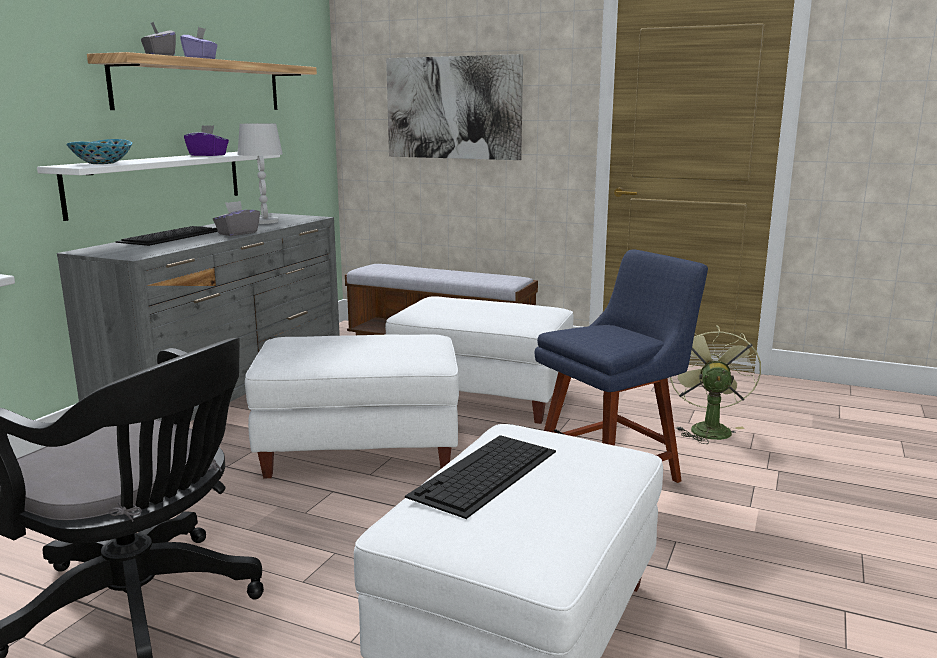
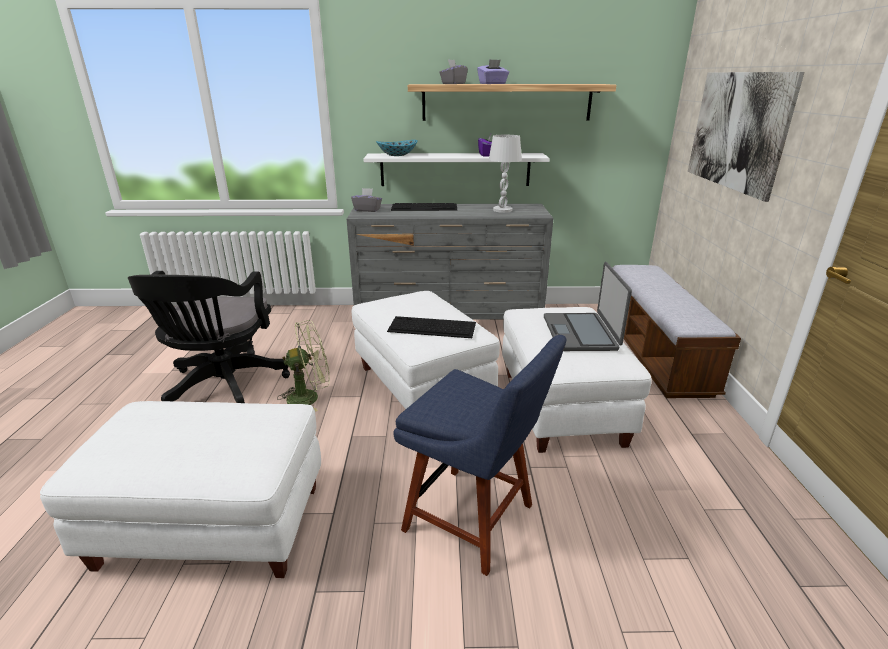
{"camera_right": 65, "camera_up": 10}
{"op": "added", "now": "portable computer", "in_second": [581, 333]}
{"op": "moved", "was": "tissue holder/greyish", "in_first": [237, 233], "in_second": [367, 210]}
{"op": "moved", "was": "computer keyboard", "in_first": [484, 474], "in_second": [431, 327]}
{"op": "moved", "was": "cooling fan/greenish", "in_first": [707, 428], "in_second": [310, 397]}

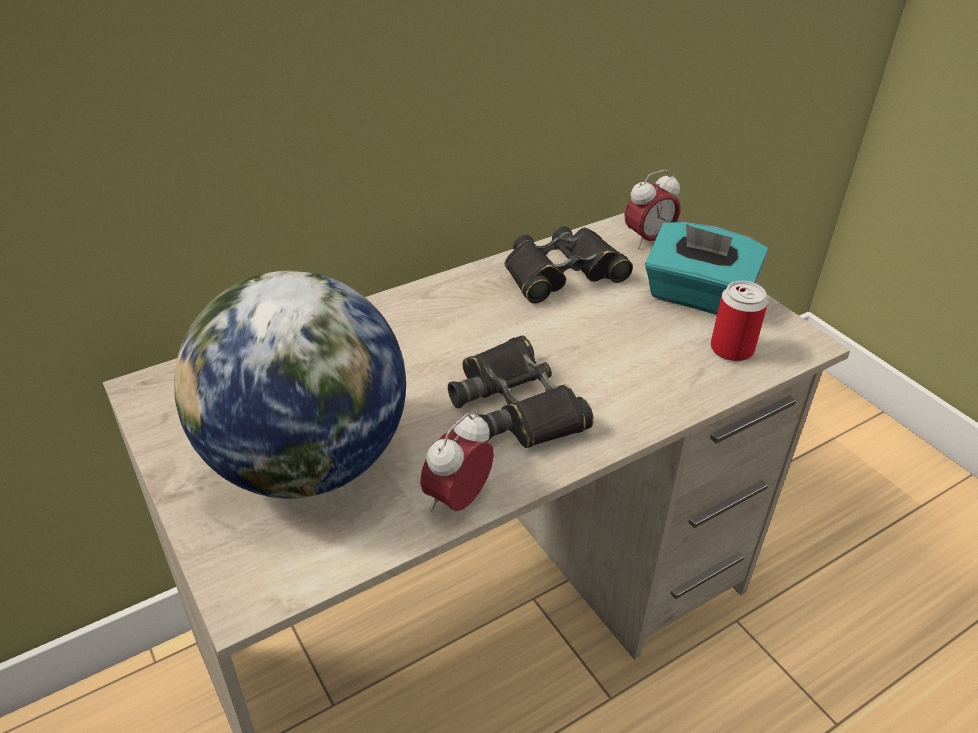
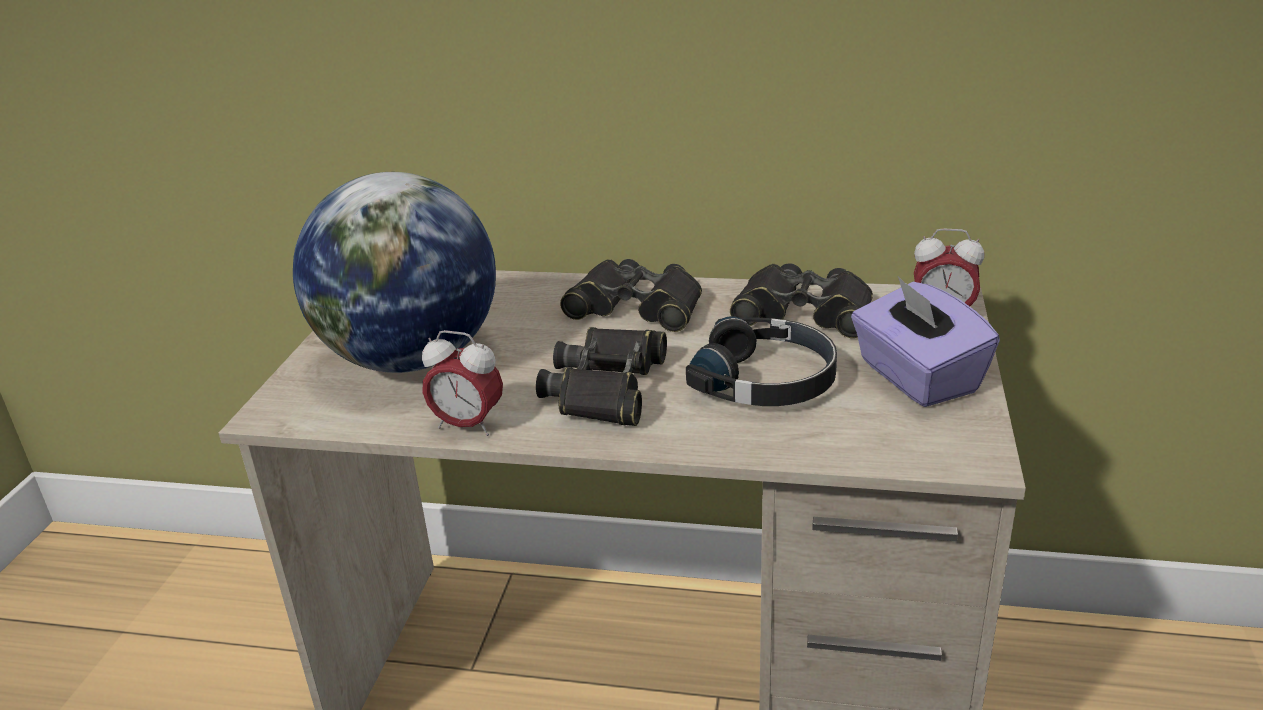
{"camera_right": 45, "camera_up": -10}
{"op": "removed", "was": "can", "in_first": [731, 349]}
{"op": "added", "now": "pair of binoculars/black-coloured", "in_second": [636, 307]}
{"op": "added", "now": "headphones/black-coloured", "in_second": [766, 381]}
{"op": "recoloured", "was": "tissue holder/turquoise-coloured", "now": "tissue holder/purplish", "in_first": [697, 296], "in_second": [916, 377]}
{"op": "turned", "was": "alarm clock", "in_first": [457, 500], "in_second": [468, 425], "clockwise": -150}

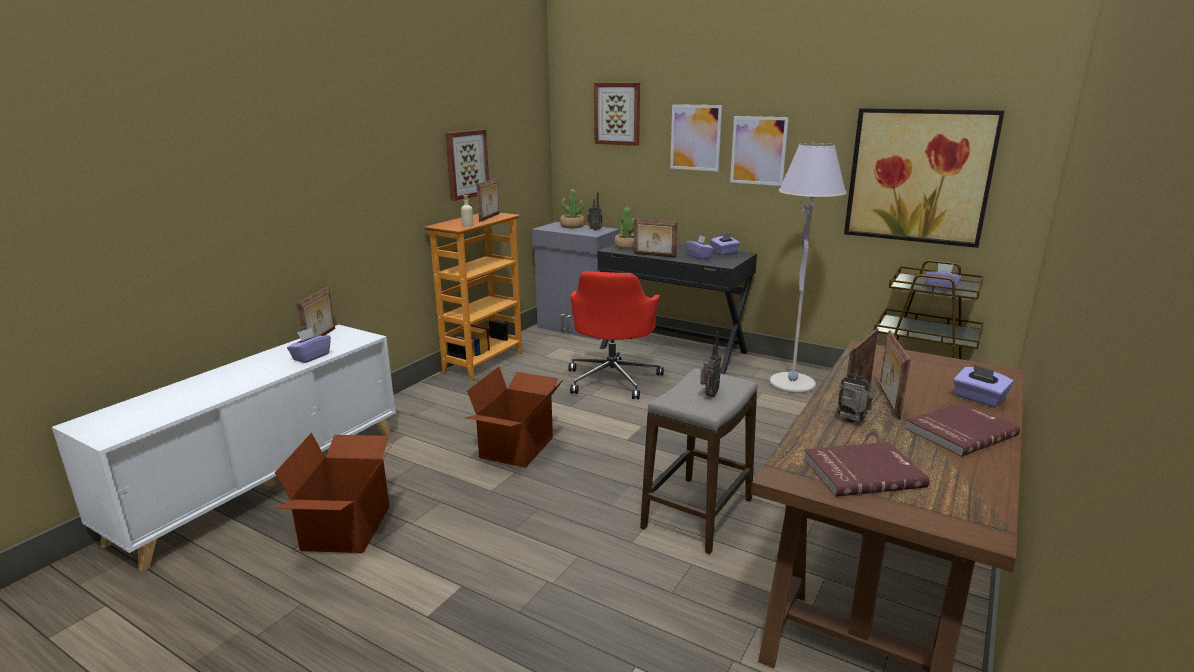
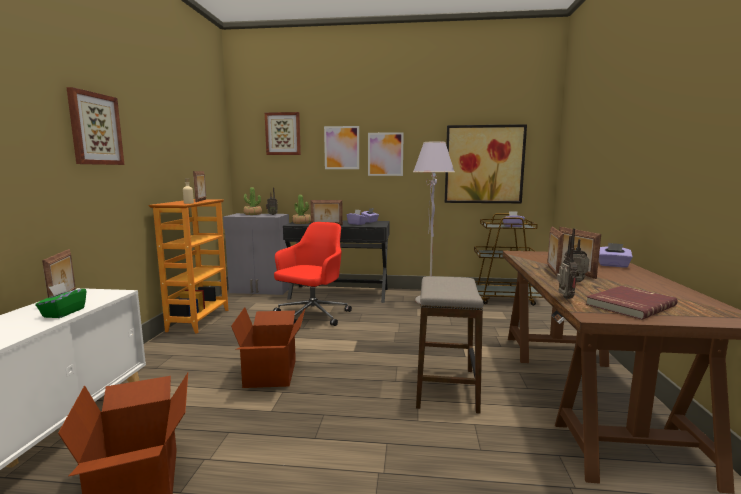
{"camera_right": -25, "camera_up": -10}
{"op": "removed", "was": "book/reddish", "in_first": [959, 431]}
{"op": "moved", "was": "picture", "in_first": [466, 164], "in_second": [95, 129]}
{"op": "moved", "was": "radio", "in_first": [708, 395], "in_second": [564, 298]}
{"op": "recoloured", "was": "tissue holder/purplish", "now": "tissue holder/greenish", "in_first": [311, 357], "in_second": [63, 313]}
{"op": "turned", "was": "desk chair/reddish", "in_first": [613, 379], "in_second": [312, 315], "clockwise": -135}

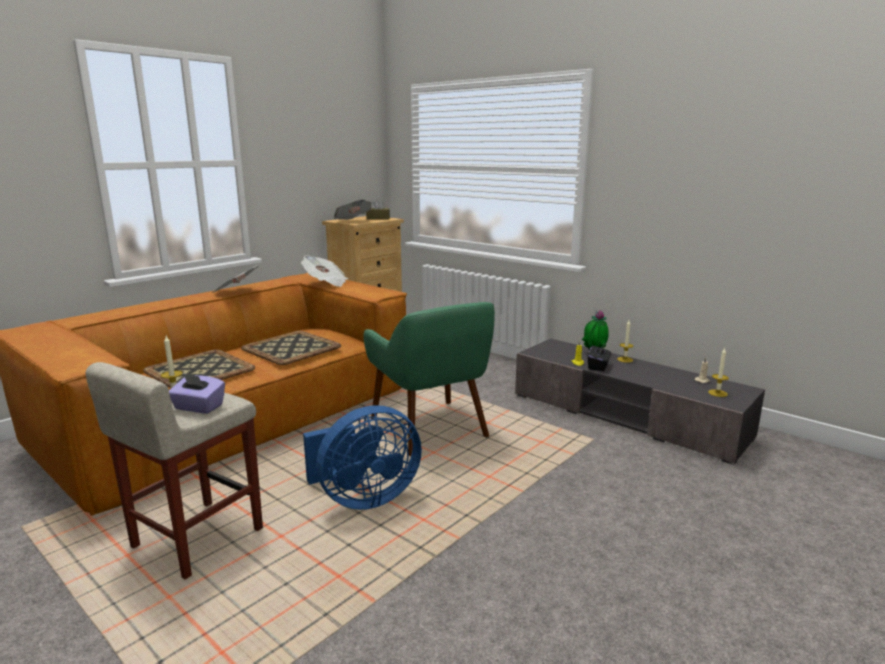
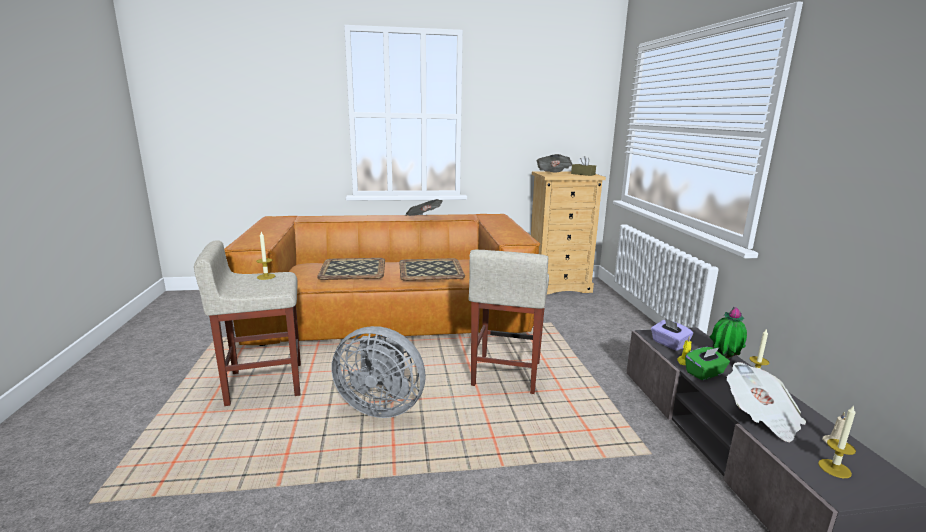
{"camera_right": 40, "camera_up": 0}
{"op": "moved", "was": "tissue holder/purplish", "in_first": [198, 407], "in_second": [669, 344]}
{"op": "moved", "was": "daily paper", "in_first": [325, 283], "in_second": [761, 418]}
{"op": "replaced", "was": "armchair/greenish", "now": "stool/beige-coloured", "in_first": [430, 428], "in_second": [506, 374]}
{"op": "recoloured", "was": "cooling fan/blue-coloured", "now": "cooling fan/greyish", "in_first": [363, 498], "in_second": [381, 406]}
{"op": "recoloured", "was": "tissue holder/black-coloured", "now": "tissue holder/greenish", "in_first": [598, 366], "in_second": [705, 373]}

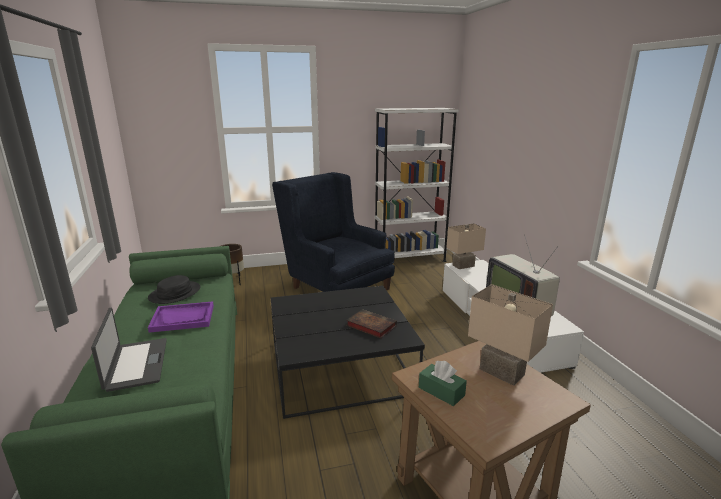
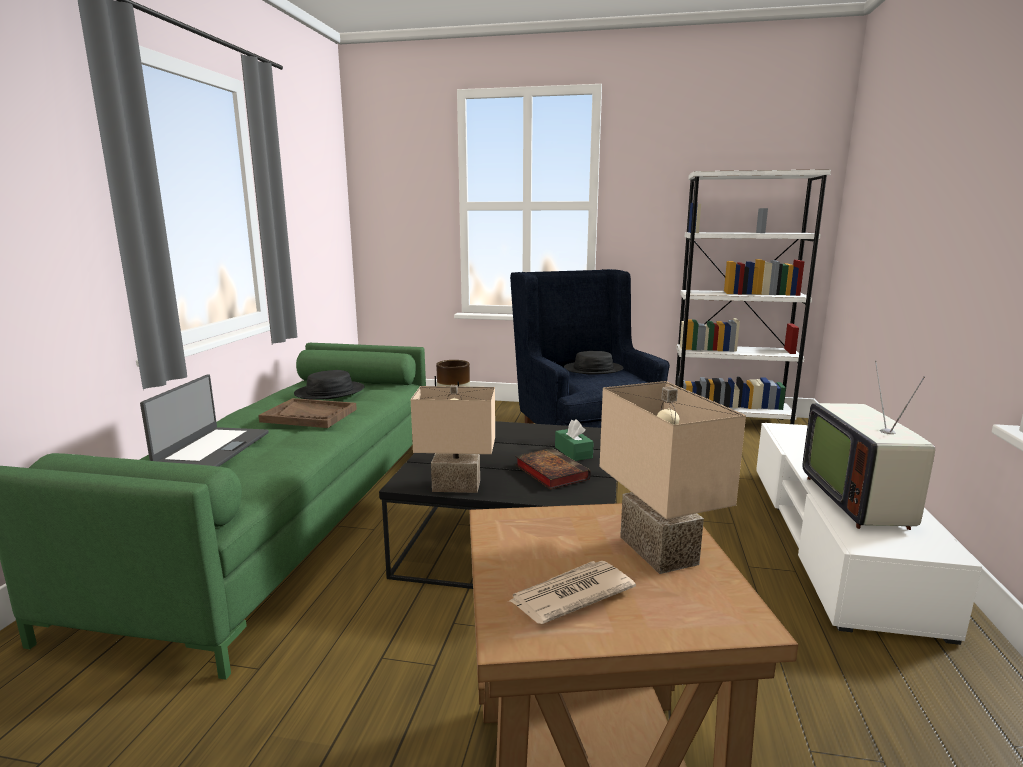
{"camera_right": 25, "camera_up": -5}
{"op": "added", "now": "daily paper", "in_second": [570, 595]}
{"op": "added", "now": "wearable hat/black-coloured", "in_second": [593, 369]}
{"op": "moved", "was": "tissue holder/greenish", "in_first": [441, 391], "in_second": [573, 452]}
{"op": "moved", "was": "tabletop lamp/beige-coloured", "in_first": [463, 266], "in_second": [455, 487]}
{"op": "recoloured", "was": "tray/purplish", "now": "tray/brown", "in_first": [183, 318], "in_second": [309, 415]}

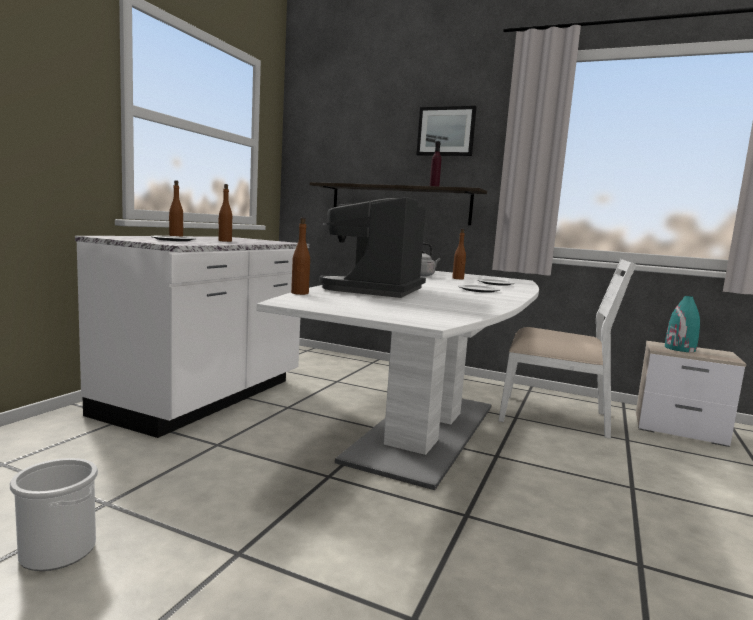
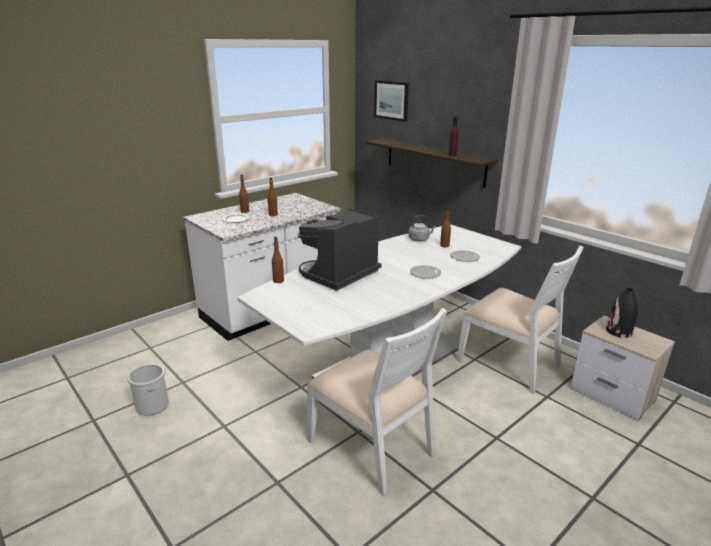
{"camera_right": 25, "camera_up": 15}
{"op": "added", "now": "chair/whitish", "in_second": [372, 446]}
{"op": "moved", "was": "picture", "in_first": [446, 131], "in_second": [391, 100]}
{"op": "recoloured", "was": "vase/turquoise-coloured", "now": "vase/black-coloured", "in_first": [680, 349], "in_second": [619, 331]}

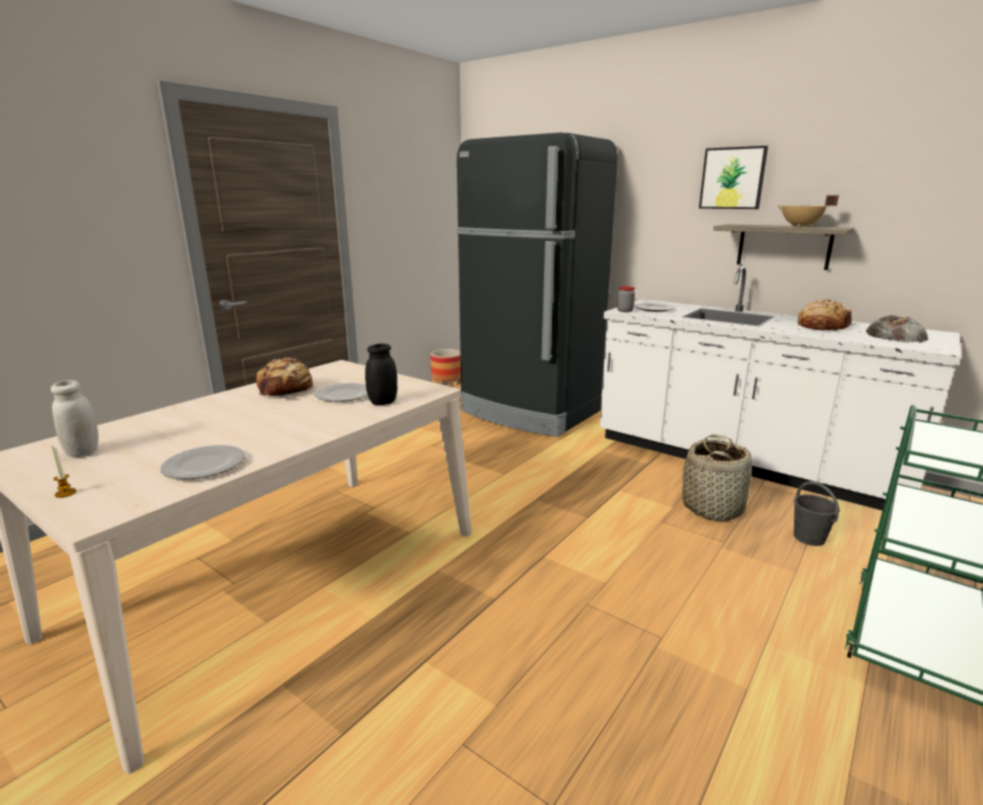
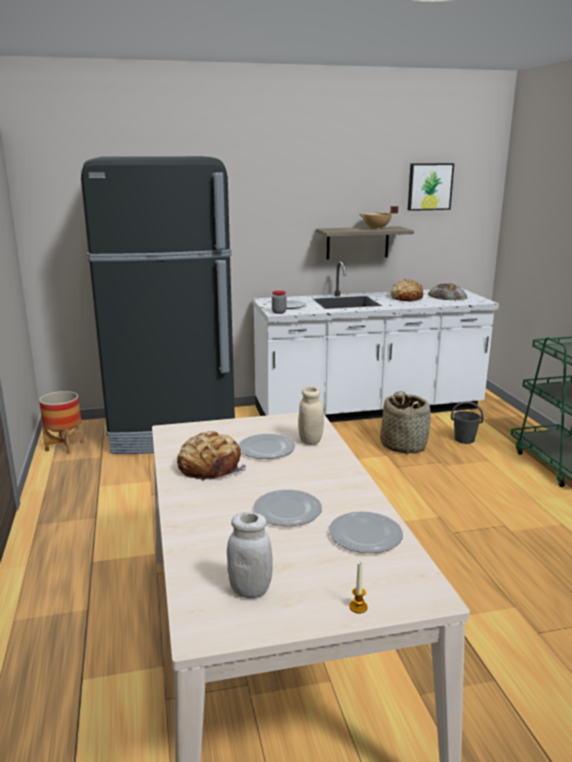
{"camera_right": -50, "camera_up": 0}
{"op": "added", "now": "plate", "in_second": [286, 510]}
{"op": "moved", "was": "picture", "in_first": [733, 178], "in_second": [429, 186]}
{"op": "recoloured", "was": "preserve jar/black-coloured", "now": "preserve jar/beige-coloured", "in_first": [383, 402], "in_second": [310, 441]}

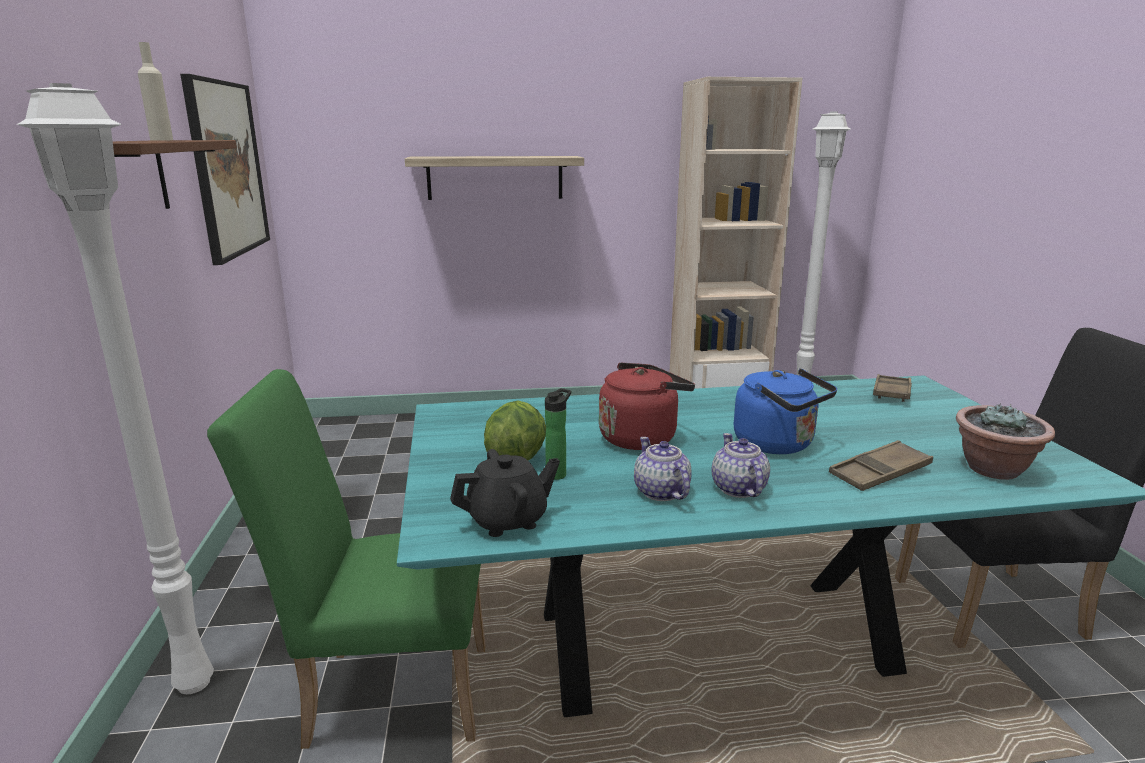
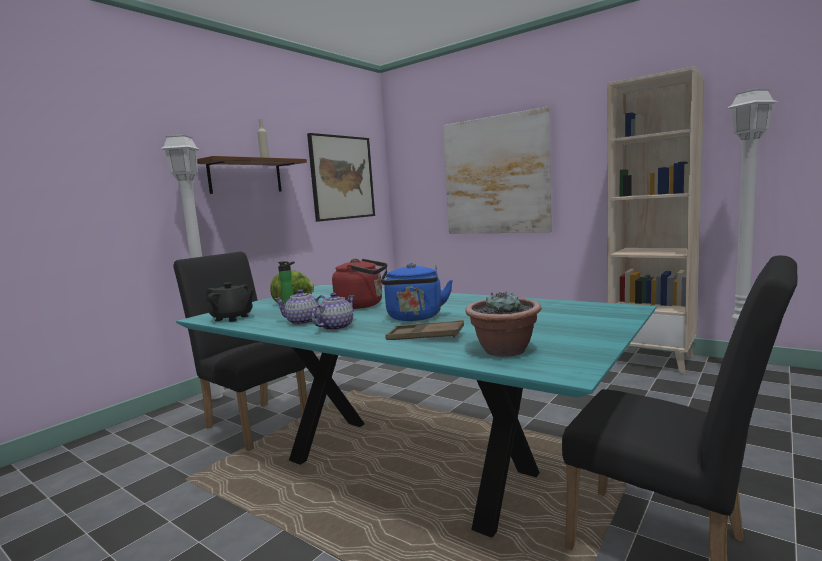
{"camera_right": 45, "camera_up": -10}
{"op": "removed", "was": "tray/brown", "in_first": [891, 392]}
{"op": "replaced", "was": "wall shelf", "now": "picture", "in_first": [495, 177], "in_second": [495, 176]}
{"op": "recoloured", "was": "chair/greenish", "now": "chair/black-coloured", "in_first": [385, 692], "in_second": [254, 423]}
{"op": "turned", "was": "tea pot", "in_first": [661, 492], "in_second": [303, 322], "clockwise": -105}

